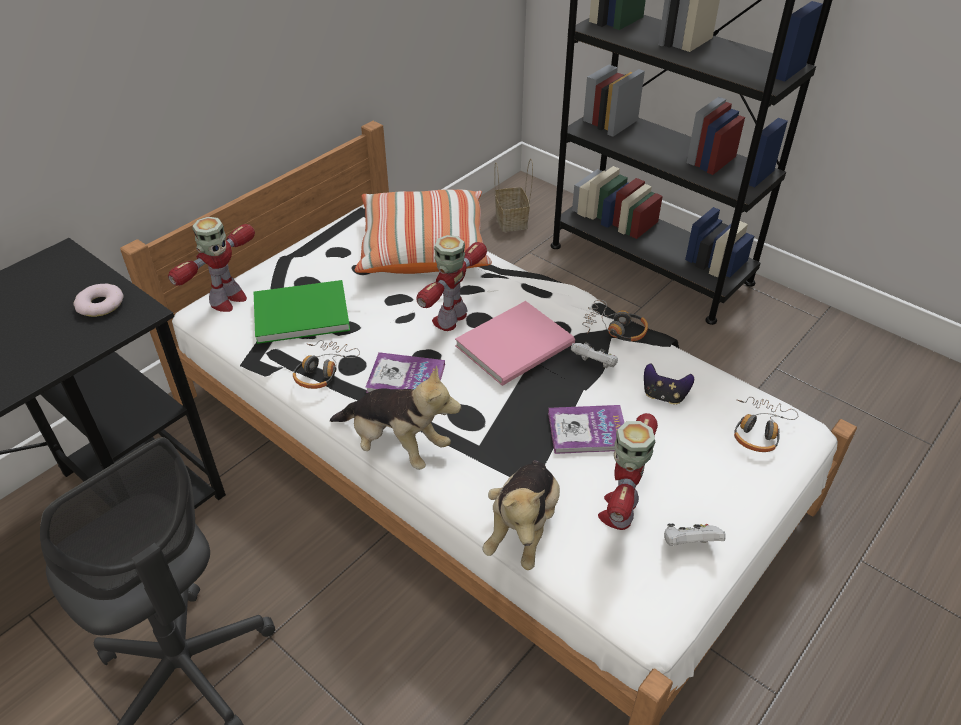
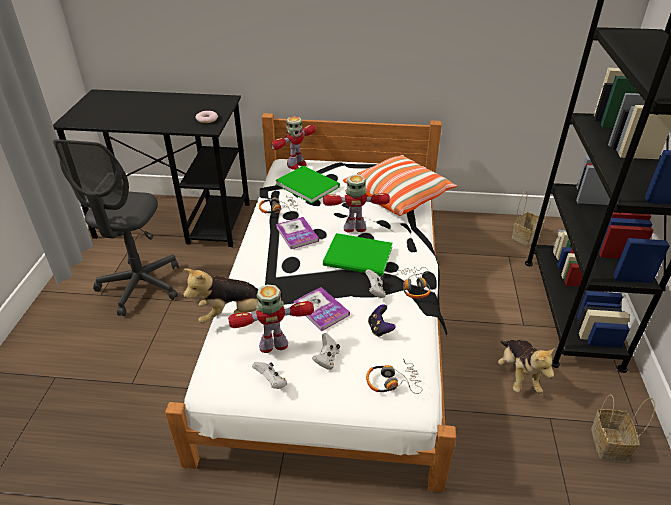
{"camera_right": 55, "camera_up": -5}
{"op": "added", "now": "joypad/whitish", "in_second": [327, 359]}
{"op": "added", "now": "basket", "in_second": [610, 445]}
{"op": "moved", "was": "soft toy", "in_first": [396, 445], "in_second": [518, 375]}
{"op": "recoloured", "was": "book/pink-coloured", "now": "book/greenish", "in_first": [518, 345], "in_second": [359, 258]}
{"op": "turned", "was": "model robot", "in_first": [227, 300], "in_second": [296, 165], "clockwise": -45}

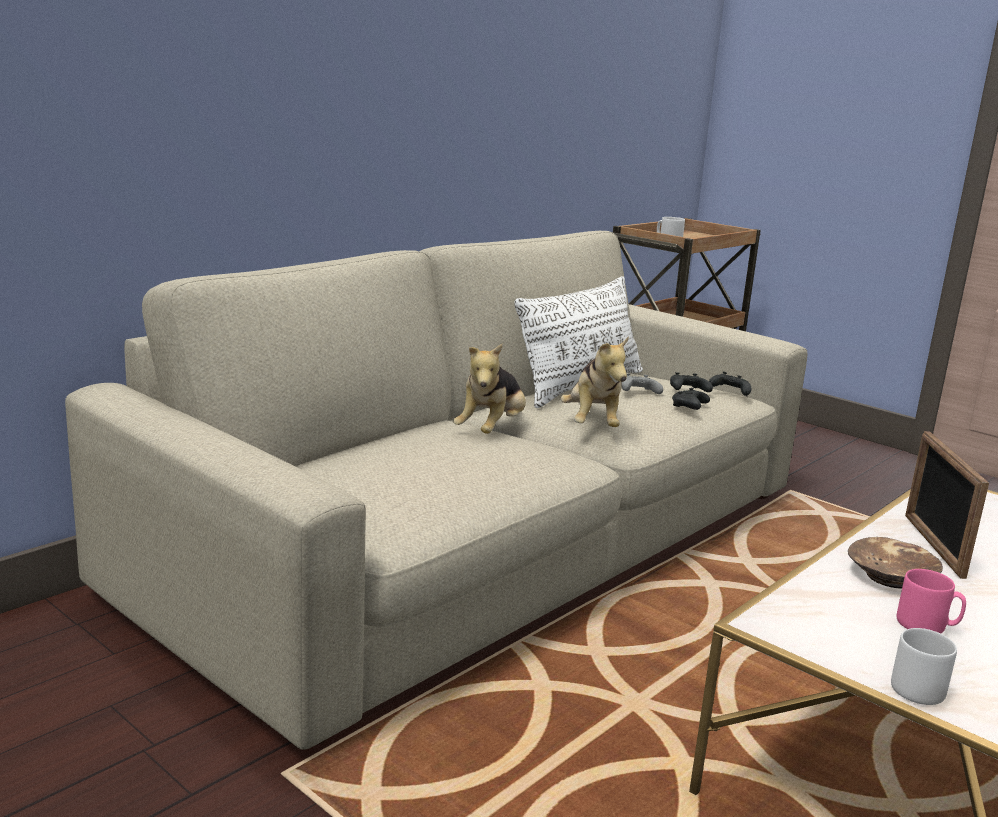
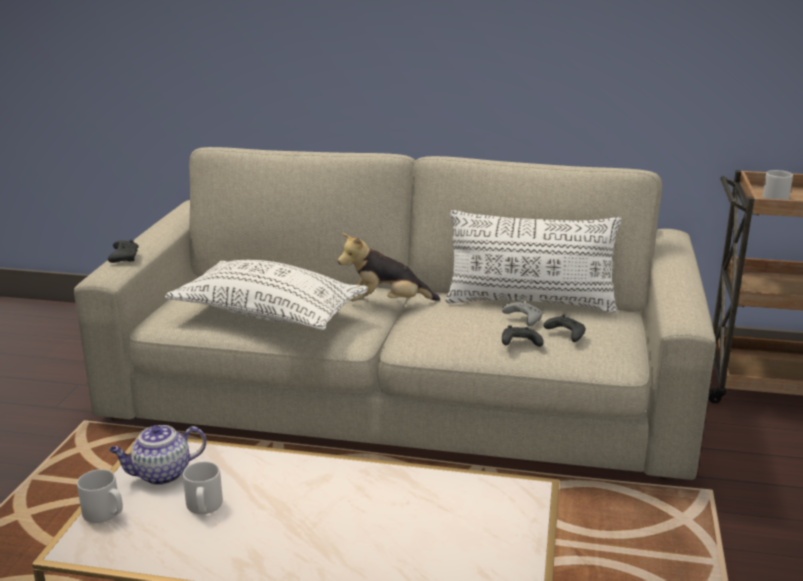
{"camera_right": 60, "camera_up": 5}
{"op": "removed", "was": "soft toy", "in_first": [592, 423]}
{"op": "removed", "was": "serving bowl/brown", "in_first": [891, 577]}
{"op": "removed", "was": "picture frame", "in_first": [933, 545]}
{"op": "added", "now": "tea pot", "in_second": [161, 474]}
{"op": "added", "now": "throw pillow/whitish", "in_second": [269, 314]}
{"op": "moved", "was": "joypad/black-coloured", "in_first": [729, 391], "in_second": [124, 257]}
{"op": "recoloured", "was": "mug/pink-coloured", "now": "mug/greyish", "in_first": [927, 626], "in_second": [204, 507]}

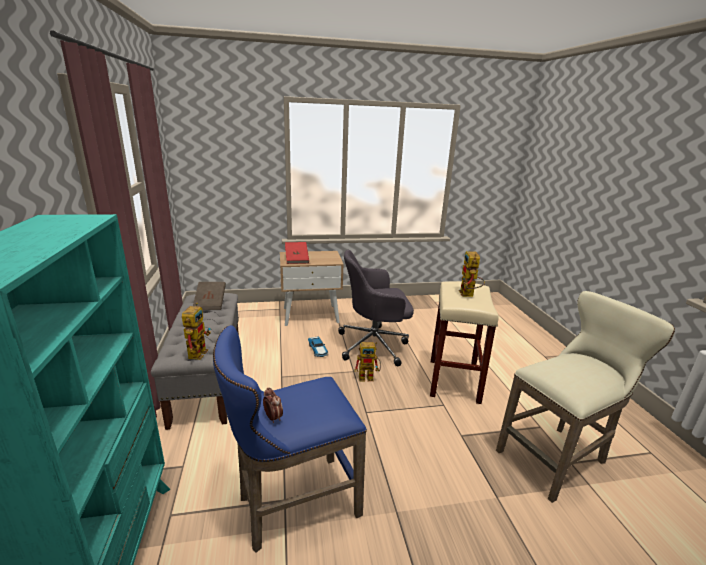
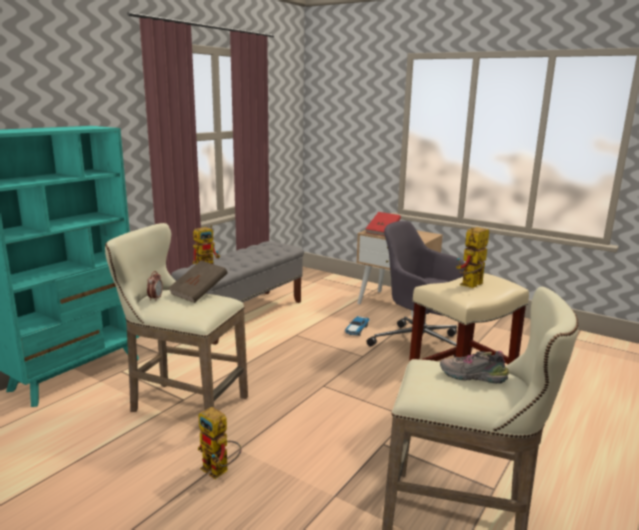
{"camera_right": 45, "camera_up": -5}
{"op": "added", "now": "item of footwear", "in_second": [472, 377]}
{"op": "moved", "was": "book/brown", "in_first": [210, 303], "in_second": [199, 293]}
{"op": "moved", "was": "model robot", "in_first": [369, 377], "in_second": [220, 471]}
{"op": "recoloured", "was": "stool/blue-coloured", "now": "stool/beige-coloured", "in_first": [292, 505], "in_second": [183, 404]}

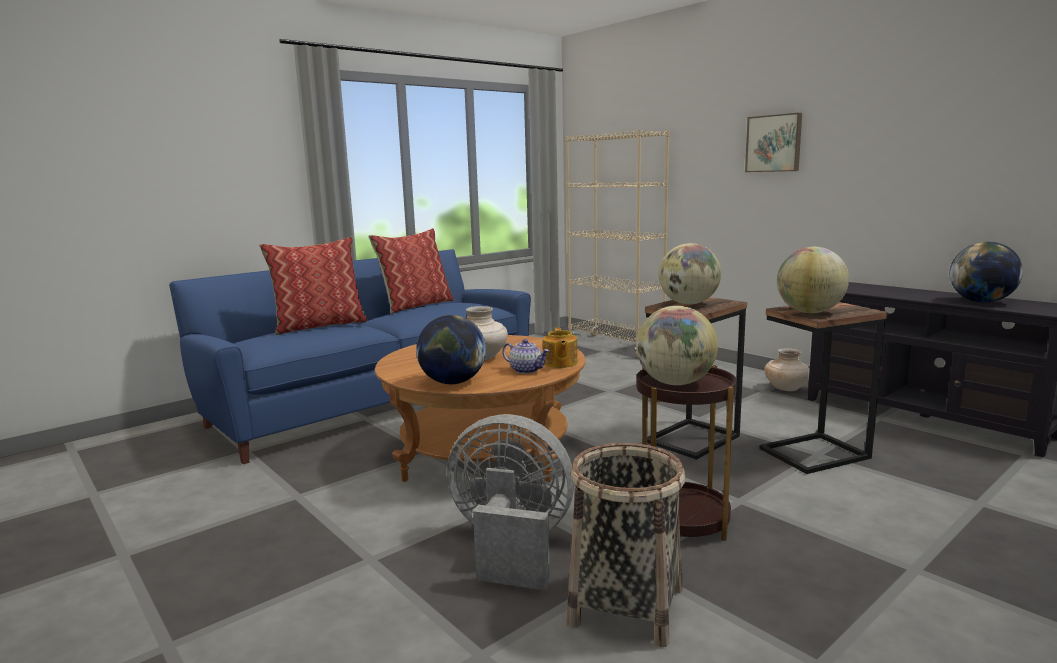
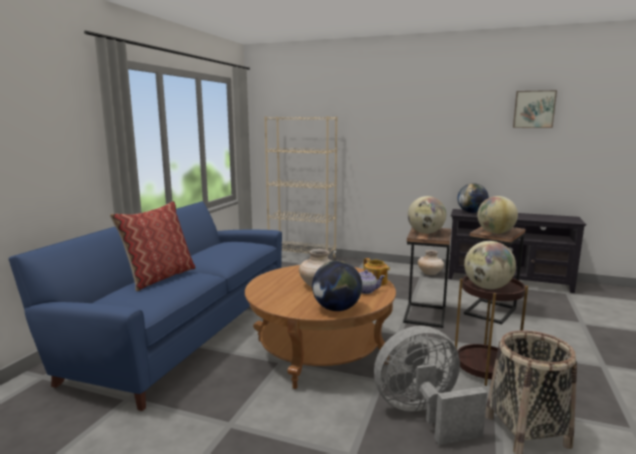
{"camera_right": -30, "camera_up": 0}
{"op": "removed", "was": "throw pillow", "in_first": [415, 306]}
{"op": "moved", "was": "picture", "in_first": [774, 143], "in_second": [534, 109]}
{"op": "moved", "was": "world globe", "in_first": [981, 302], "in_second": [471, 212]}

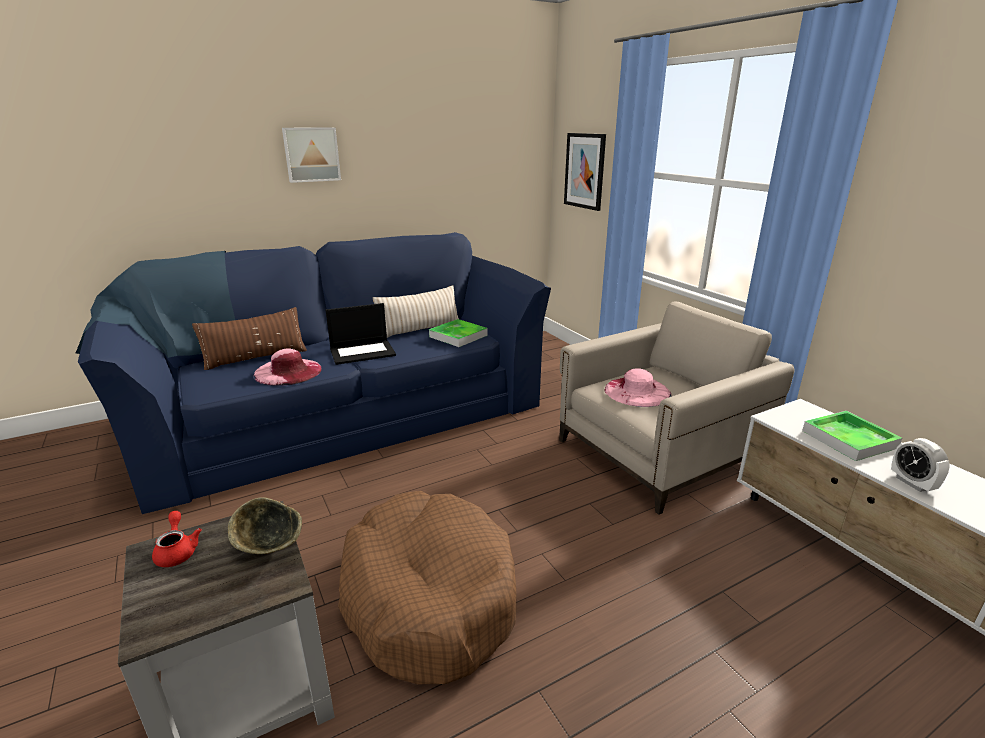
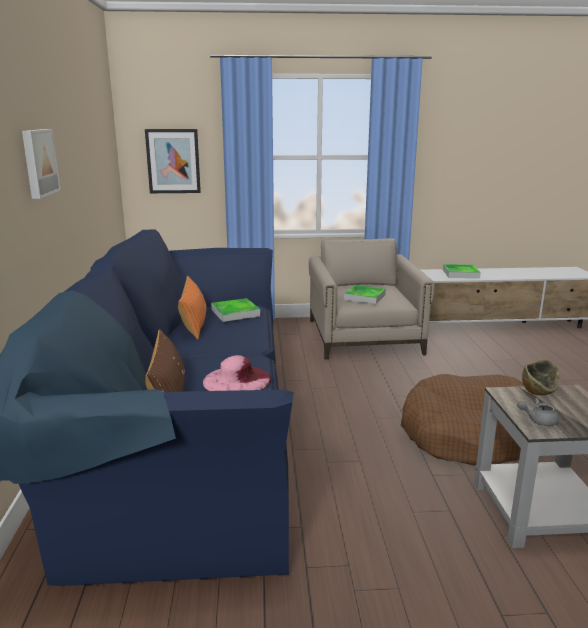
{"camera_right": -65, "camera_up": -5}
{"op": "removed", "was": "portable computer", "in_first": [363, 352]}
{"op": "removed", "was": "alarm clock", "in_first": [912, 483]}
{"op": "replaced", "was": "wearable hat/pink-coloured", "now": "tray", "in_first": [637, 391], "in_second": [364, 297]}
{"op": "recoloured", "was": "tea pot/reddish", "now": "tea pot/greyish", "in_first": [177, 551], "in_second": [538, 420]}
{"op": "recoloured", "was": "throw pillow/beige-coloured", "now": "throw pillow/orange-coloured", "in_first": [419, 330], "in_second": [194, 324]}

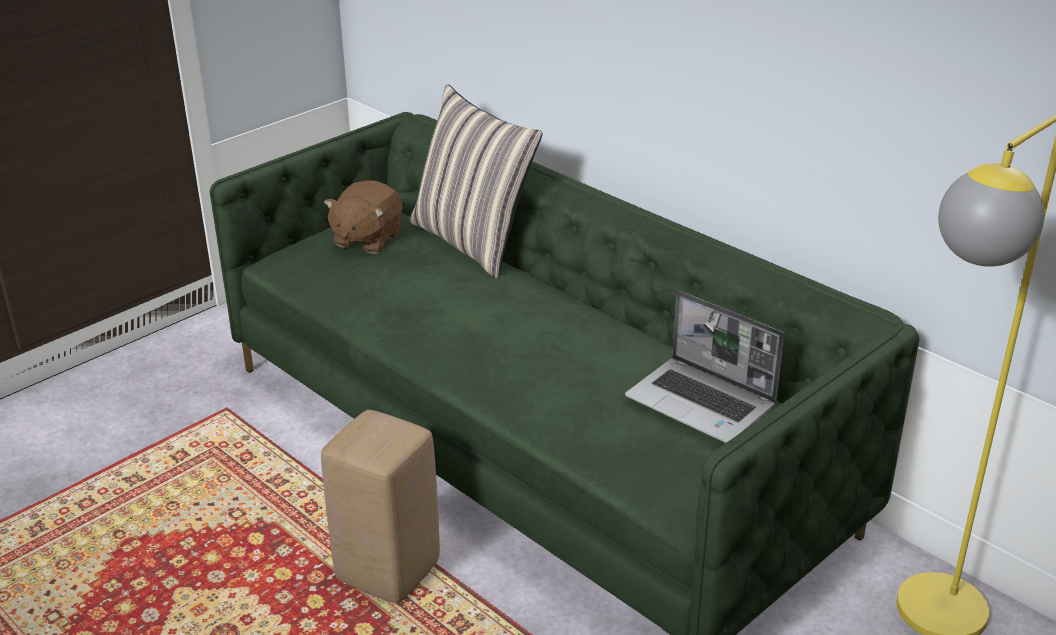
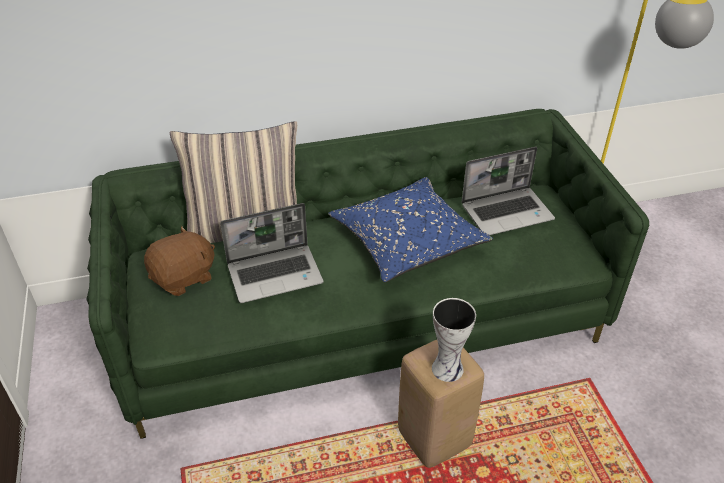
{"camera_right": -60, "camera_up": 10}
{"op": "added", "now": "portable computer", "in_second": [276, 274]}
{"op": "added", "now": "throw pillow/blue-coloured", "in_second": [407, 241]}
{"op": "added", "now": "vase", "in_second": [448, 367]}
{"op": "turned", "was": "soft toy/brown", "in_first": [367, 239], "in_second": [184, 278], "clockwise": -90}

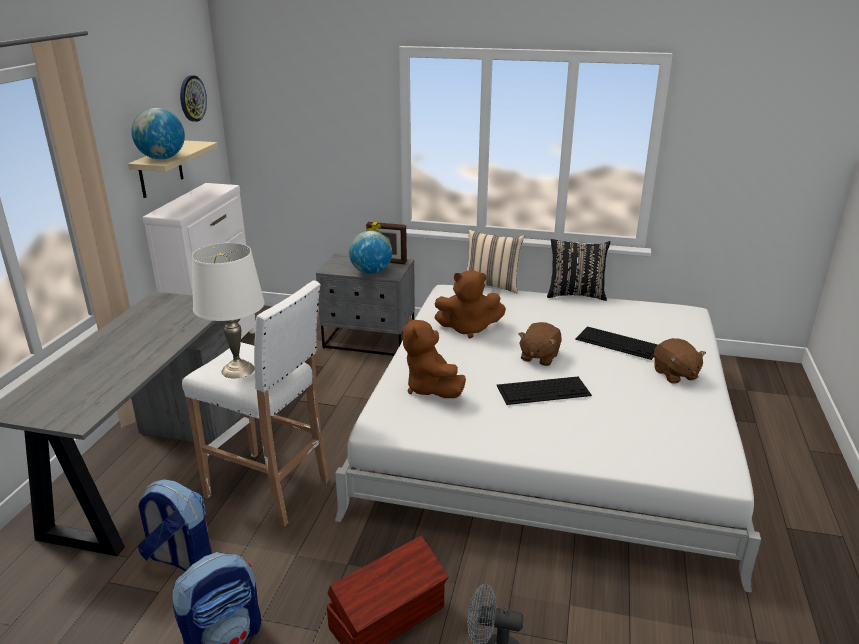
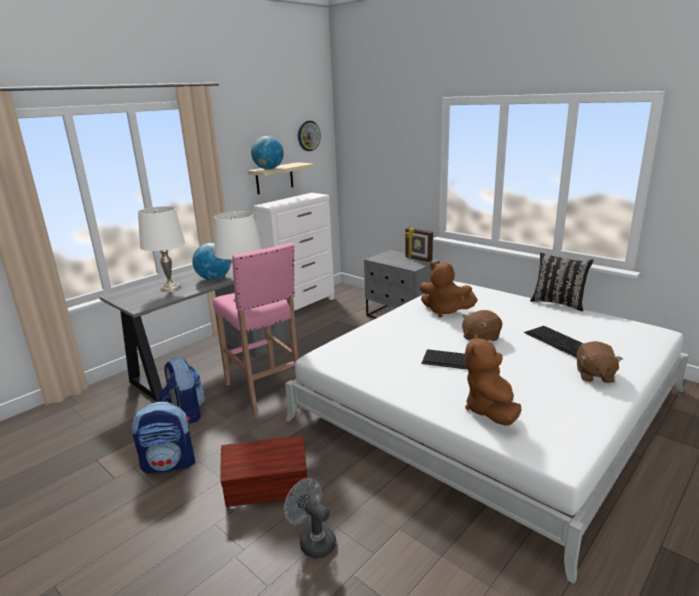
{"camera_right": 30, "camera_up": -5}
{"op": "removed", "was": "throw pillow/beige-coloured", "in_first": [492, 285]}
{"op": "added", "now": "tabletop lamp/whitish", "in_second": [170, 288]}
{"op": "moved", "was": "world globe", "in_first": [371, 272], "in_second": [214, 279]}
{"op": "moved", "was": "soft toy/brown", "in_first": [431, 389], "in_second": [490, 410]}
{"op": "recoloured", "was": "stool/whitish", "now": "stool/pink-coloured", "in_first": [270, 489], "in_second": [264, 390]}

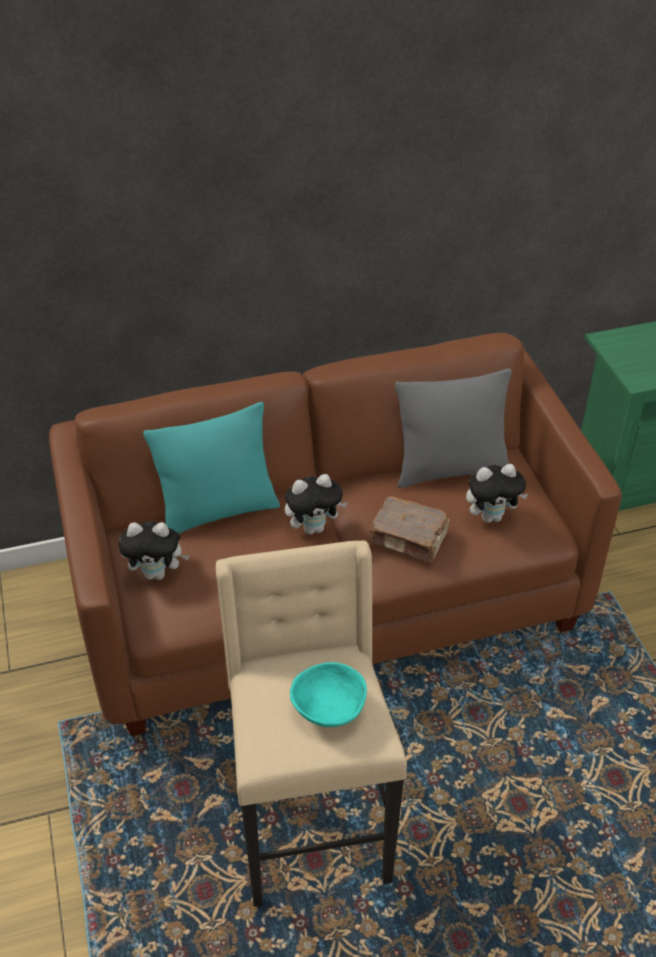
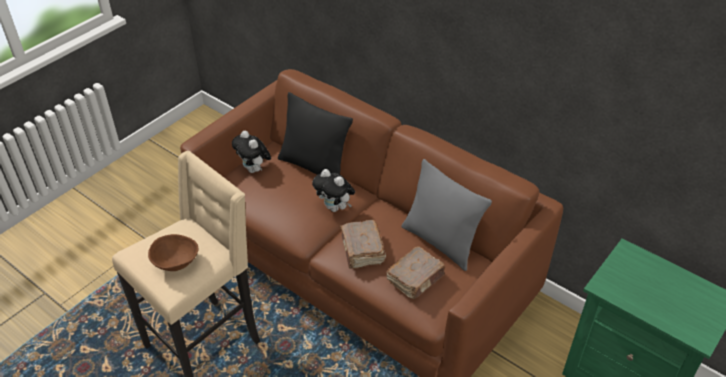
{"camera_right": 55, "camera_up": 0}
{"op": "replaced", "was": "soft toy", "now": "book/brown", "in_first": [491, 516], "in_second": [416, 279]}
{"op": "recoloured", "was": "throw pillow/turquoise-coloured", "now": "throw pillow/black-coloured", "in_first": [218, 511], "in_second": [314, 167]}
{"op": "recoloured", "was": "serving bowl/turquoise-coloured", "now": "serving bowl/brown", "in_first": [328, 710], "in_second": [176, 263]}

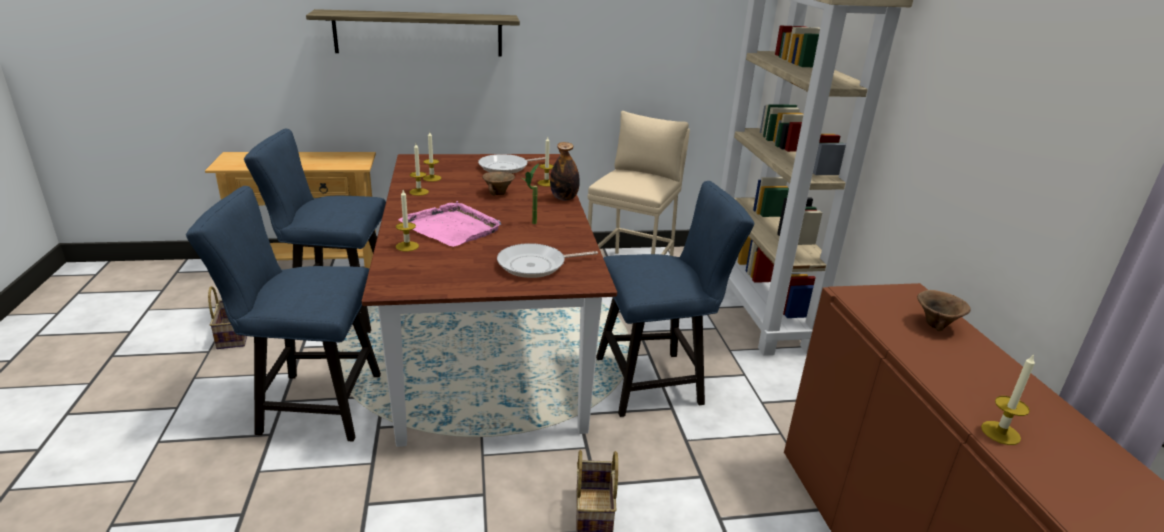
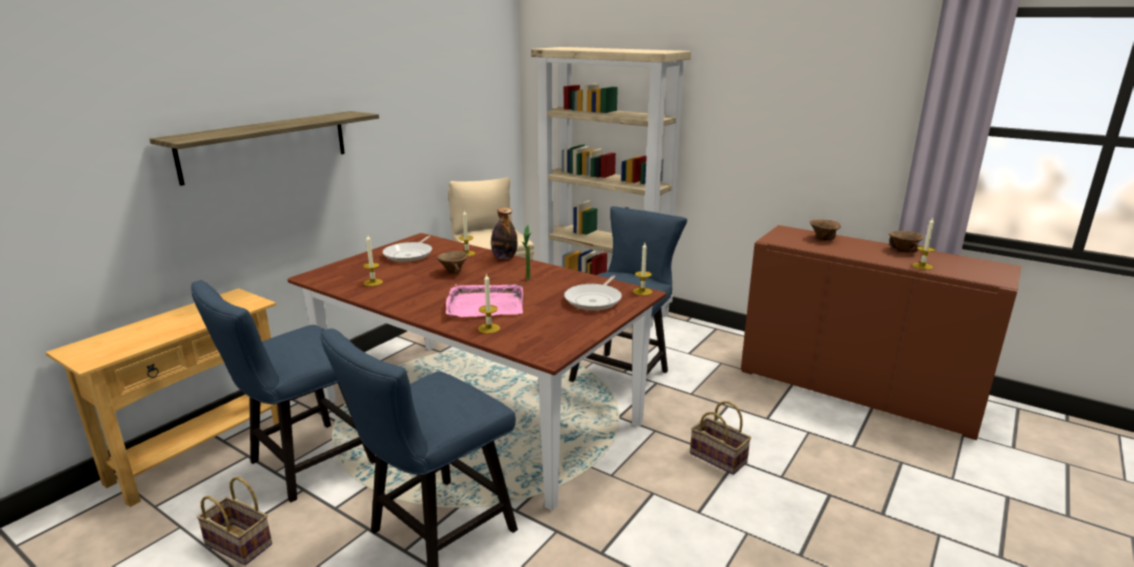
{"camera_right": -45, "camera_up": -5}
{"op": "added", "now": "serving bowl/brown", "in_second": [903, 251]}
{"op": "moved", "was": "wax light", "in_first": [419, 192], "in_second": [642, 291]}

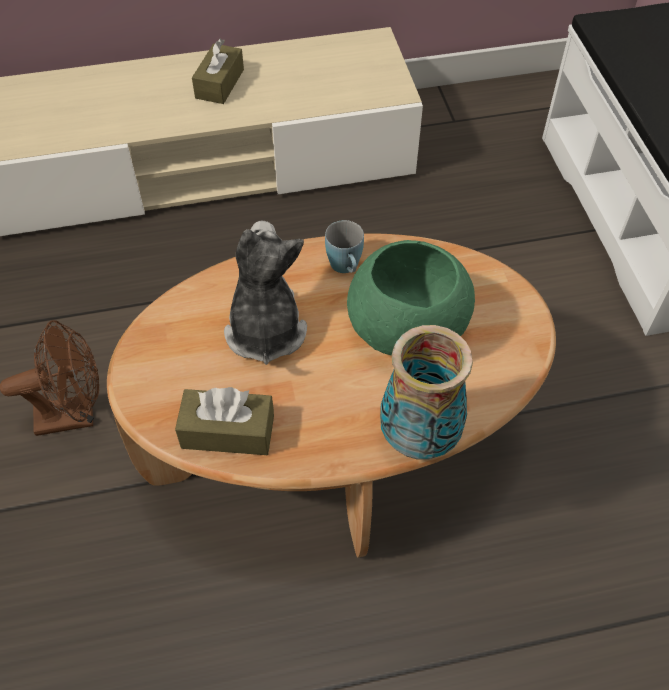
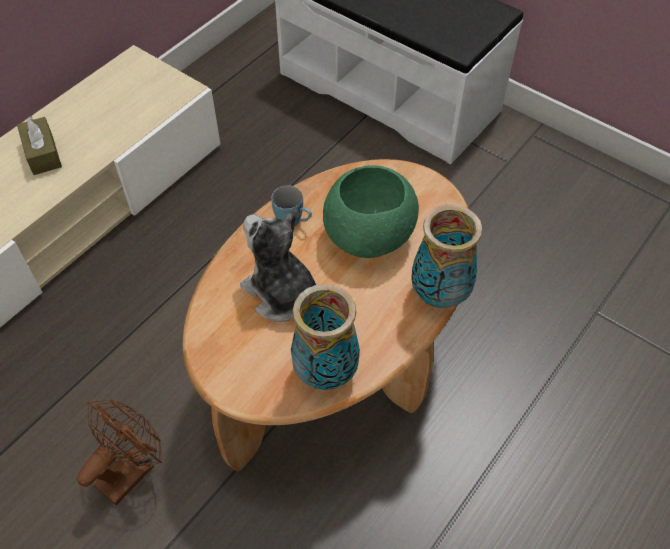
{"camera_right": -40, "camera_up": 0}
{"op": "replaced", "was": "tissue holder/brown", "now": "vase", "in_first": [228, 431], "in_second": [325, 373]}

